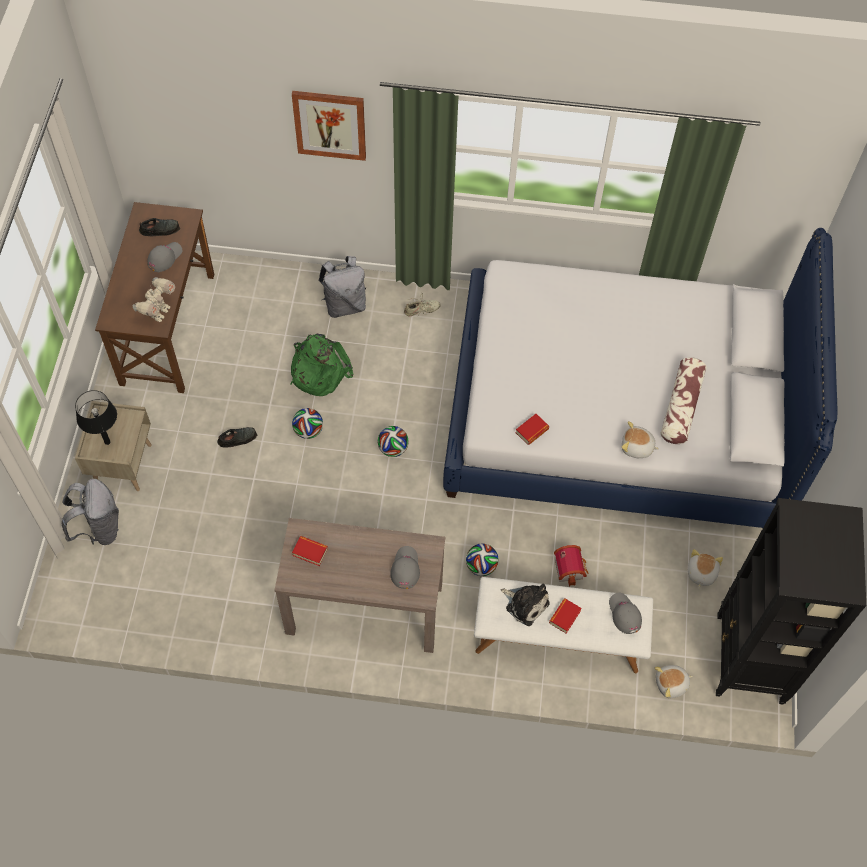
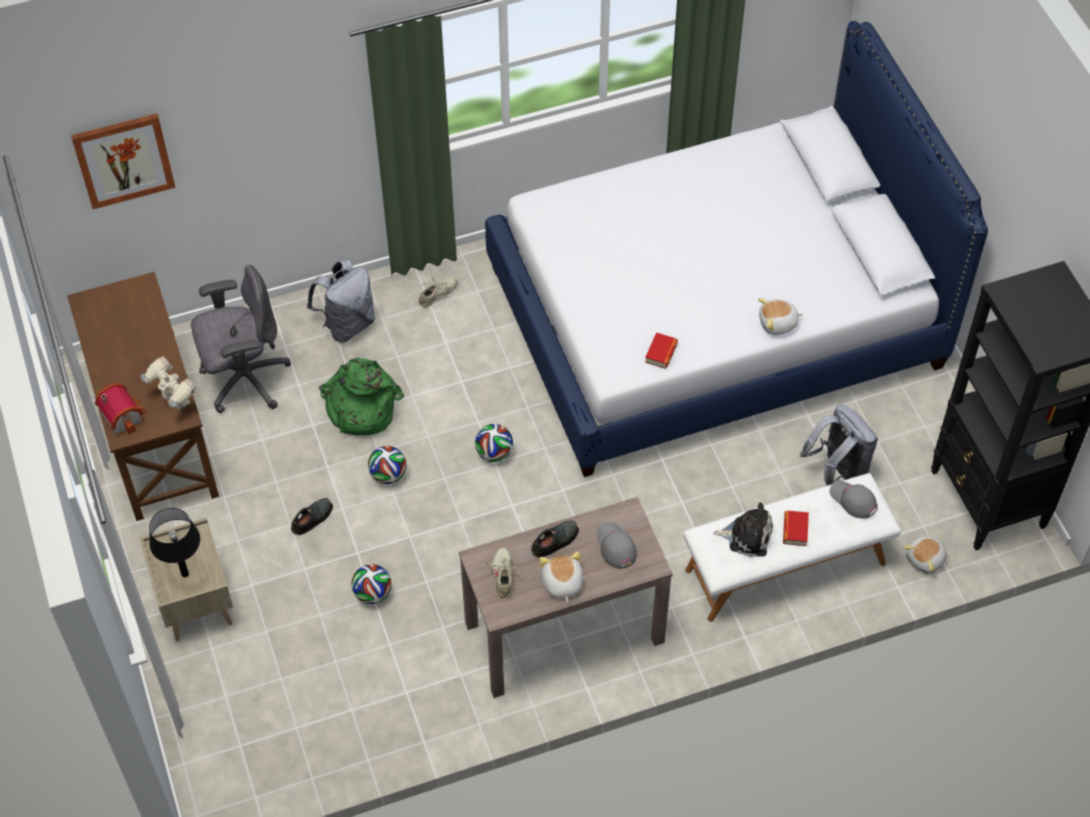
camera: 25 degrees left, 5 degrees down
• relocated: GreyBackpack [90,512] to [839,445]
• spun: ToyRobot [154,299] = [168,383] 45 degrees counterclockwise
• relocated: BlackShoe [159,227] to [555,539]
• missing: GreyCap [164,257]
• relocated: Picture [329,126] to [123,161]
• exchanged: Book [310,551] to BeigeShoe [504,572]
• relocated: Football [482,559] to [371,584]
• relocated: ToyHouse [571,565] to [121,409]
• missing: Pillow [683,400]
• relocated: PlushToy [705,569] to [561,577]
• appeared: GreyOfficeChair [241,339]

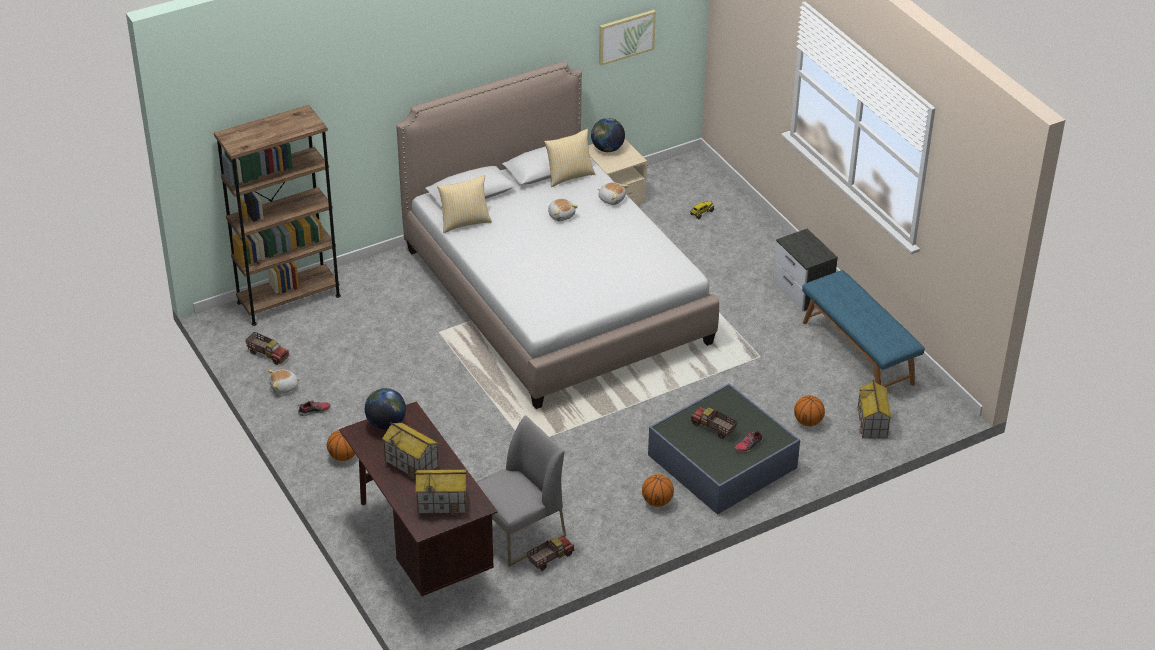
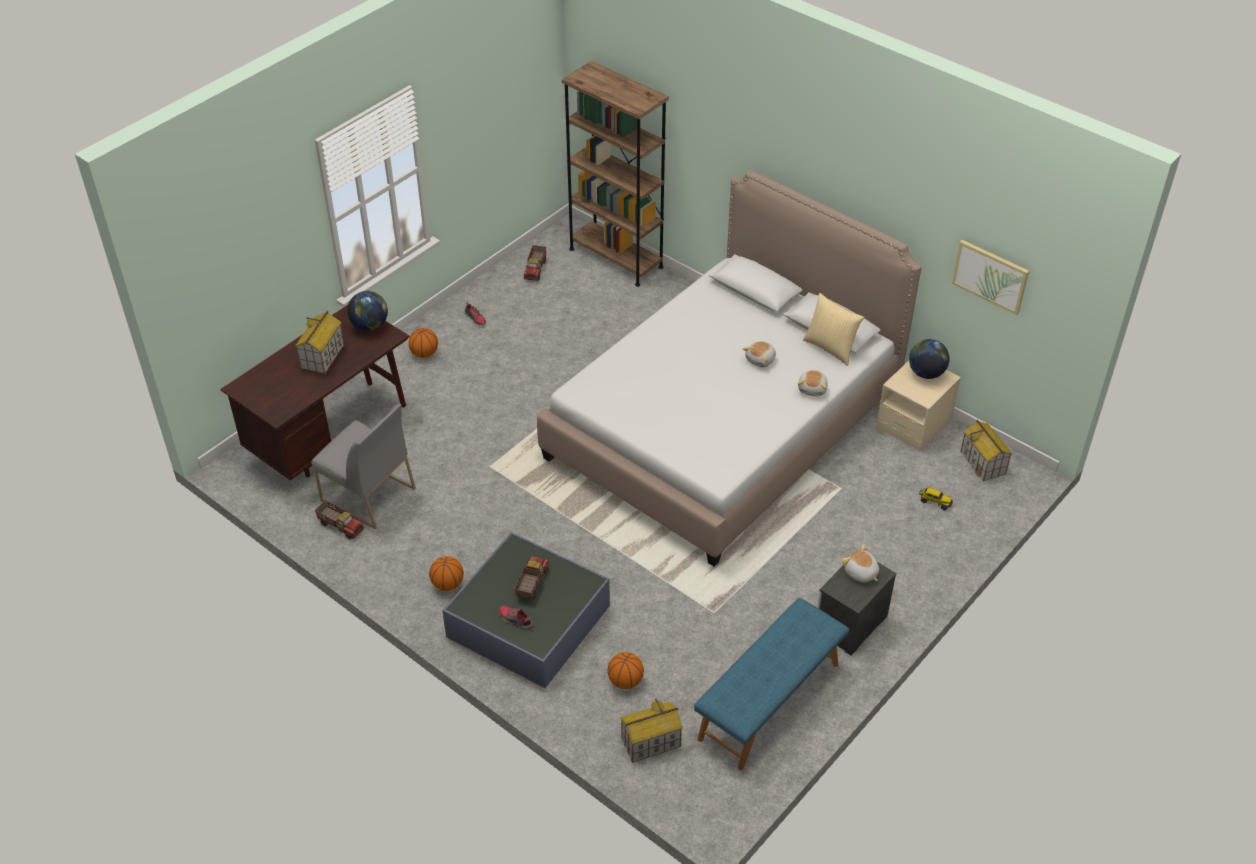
camera: 70 degrees right, 5 degrees up
• relocated: PlushToy [284,382] to [860,564]
• relocated: ToyHouse [441,492] to [986,451]
• missing: Pillow [464,204]

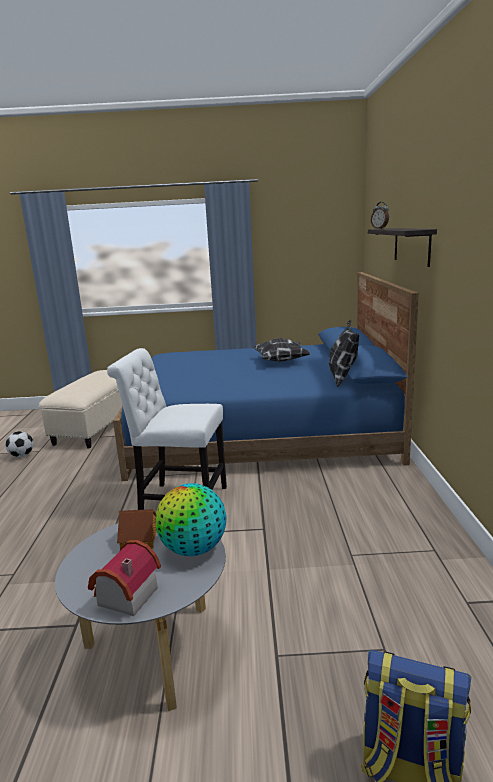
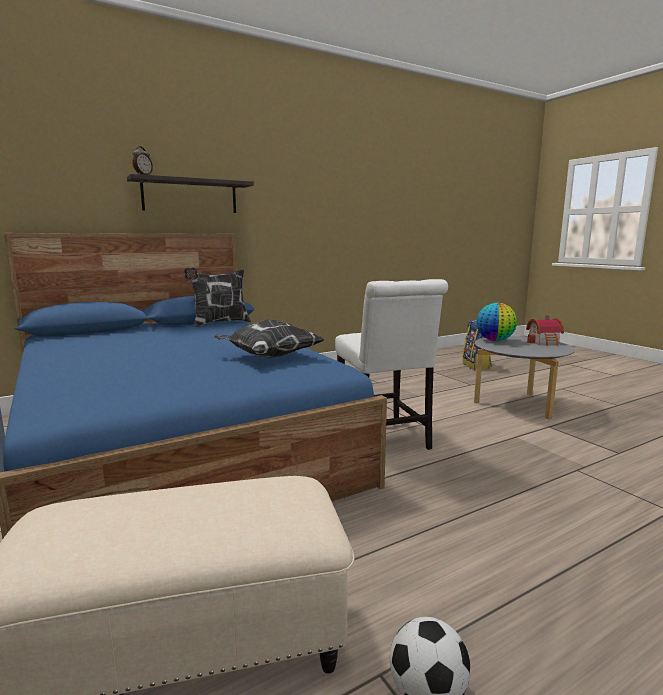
camera: 120 degrees left, 5 degrees down
• missing: ToyHouse [137,529]
• relocated: Pillow [281,350] to [269,338]

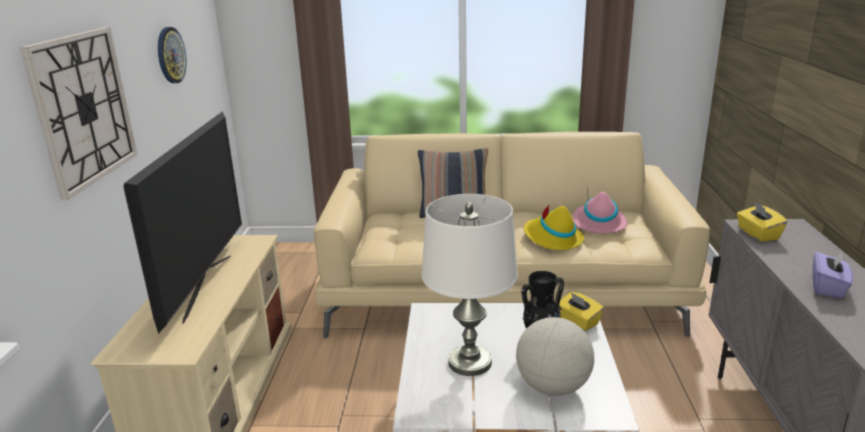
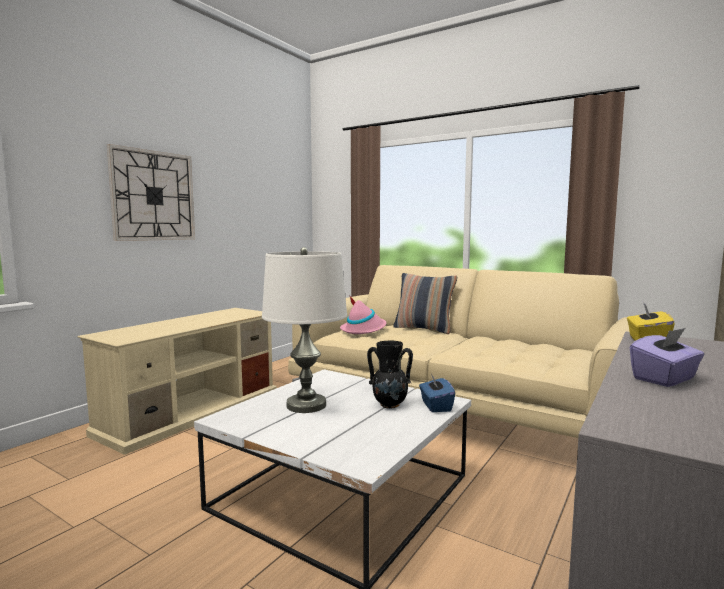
camera: 30 degrees right, 15 degrees down
• missing: Television [182,223]
• missing: WallClock [172,55]
• missing: Globe [555,356]
• missing: YellowHat [554,227]
• colour: YellowTissueBox [582,311] to BlueTissueBox [437,393]
• relocated: PinkHat [600,212] to [363,314]

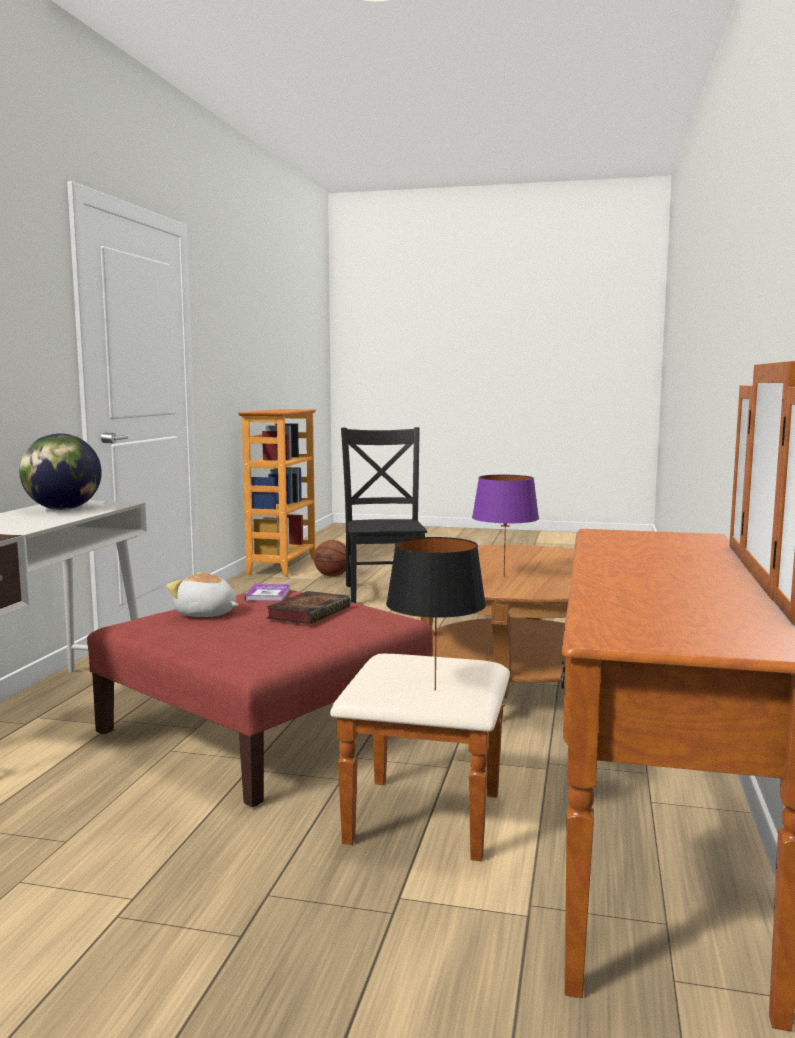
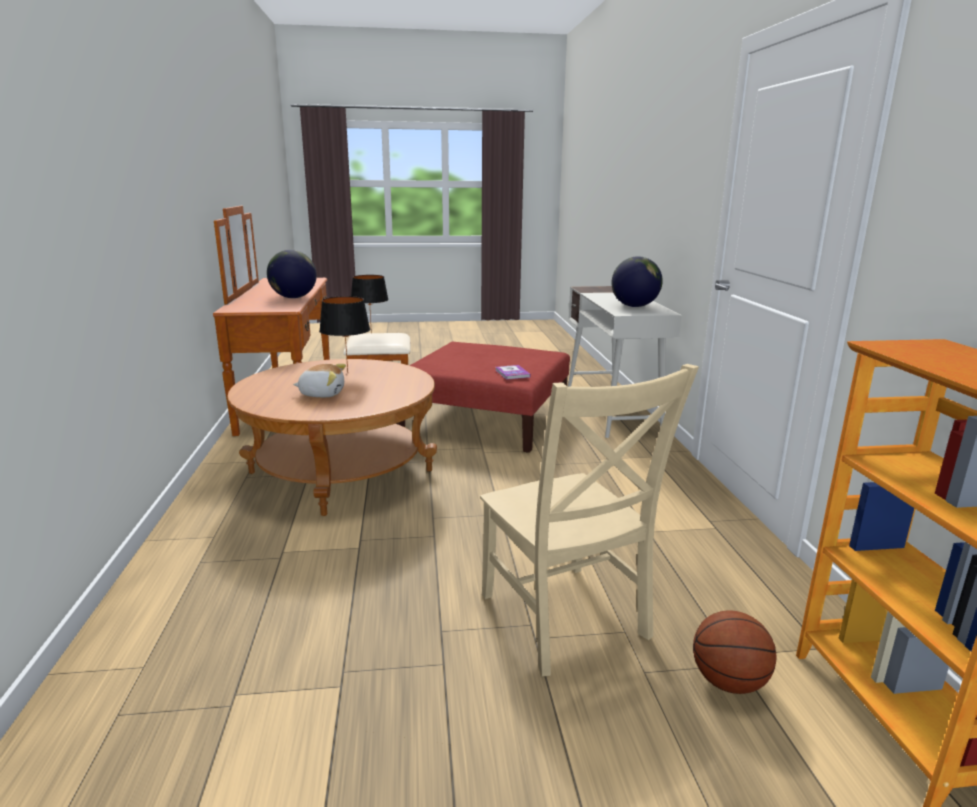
camera: 160 degrees right, 10 degrees up
• relocated: PlushToy [202,594] to [319,381]
• missing: Book [308,607]
• colour: BlackChair [384,515] to BeigeChair [589,520]
• colour: PurpleTableLamp [505,526] to BlackTableLamp [344,334]
• appeared: Globe [292,274]

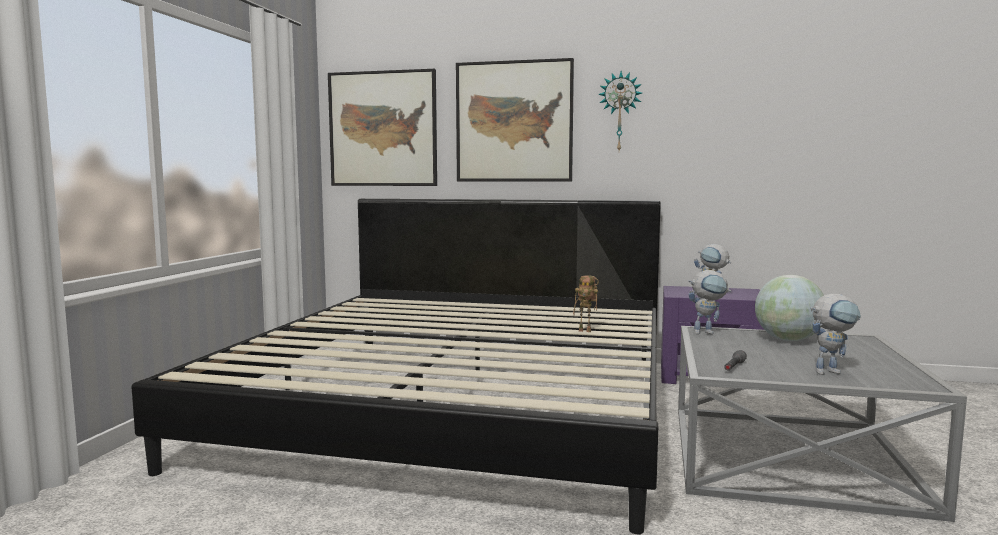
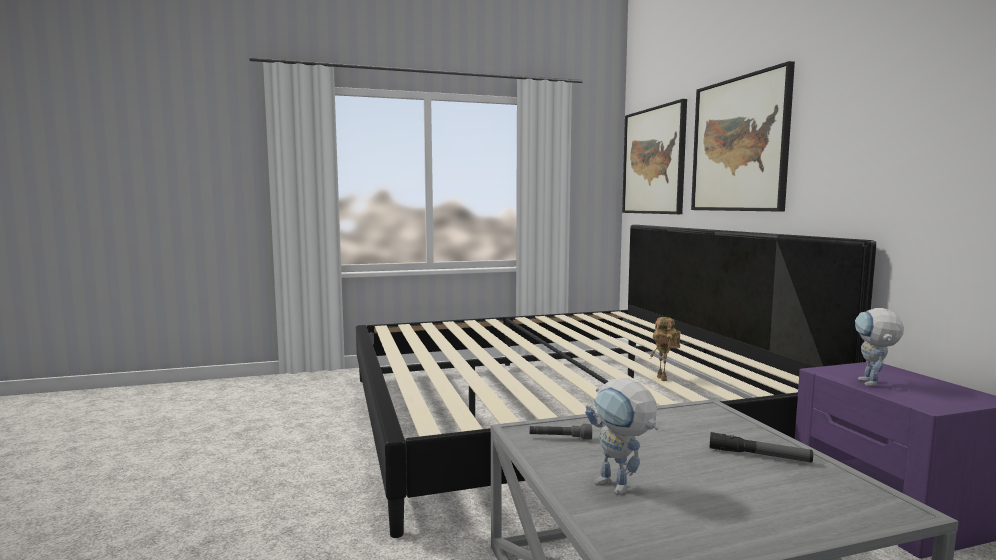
camera: 60 degrees right, 0 degrees up
• missing: WallClock [620,110]
• missing: ToyRobot [709,302]
• exchanged: Globe [789,308] to Flashlight [761,447]

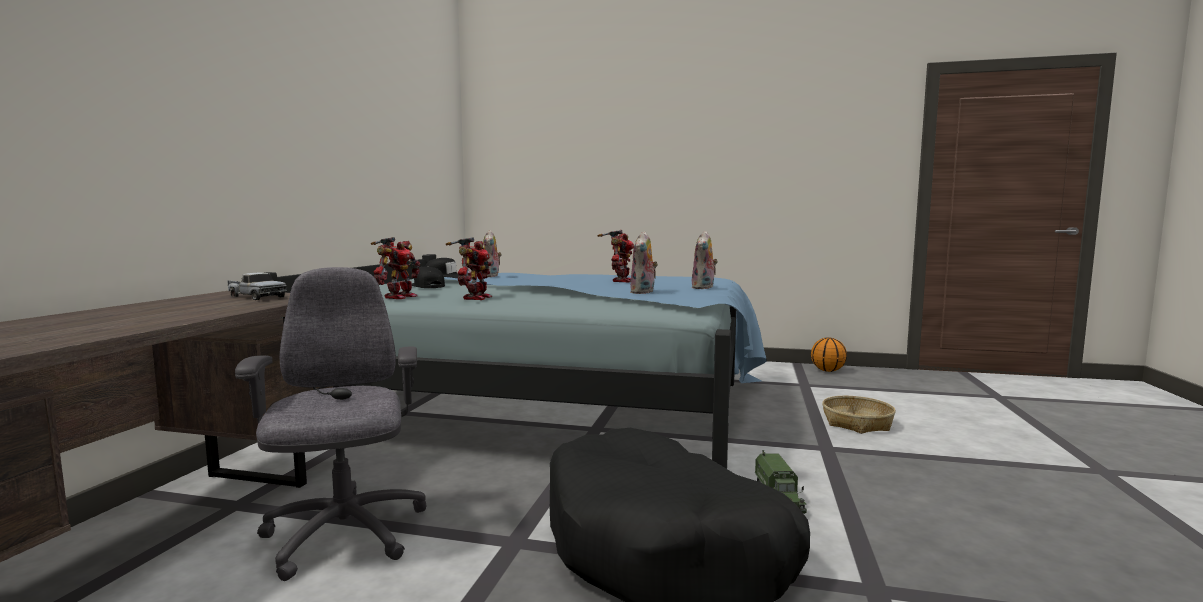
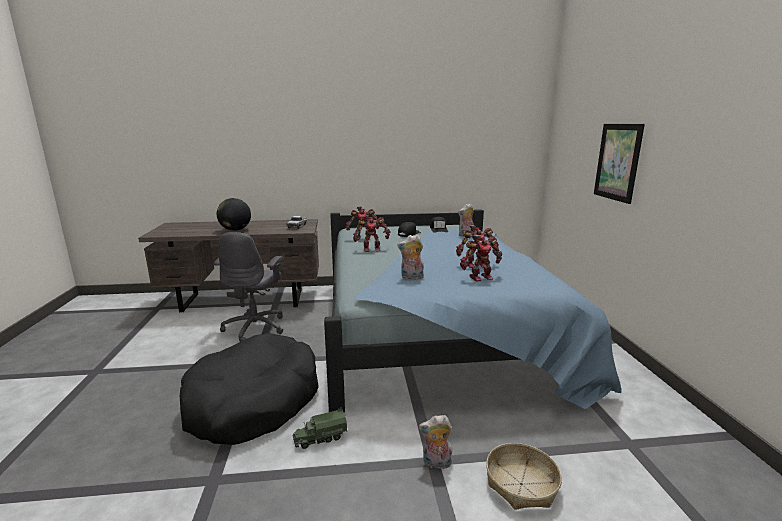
camera: 70 degrees right, 10 degrees up
• spun: GreyOfficeChair [330,424] = [248,287] 135 degrees clockwise
• relocated: PlushToy [705,260] to [435,442]
• missing: Basketball [829,354]
• appeared: Globe [234,214]
• appeared: ToyRobot [481,258]
• appeared: Picture [619,164]

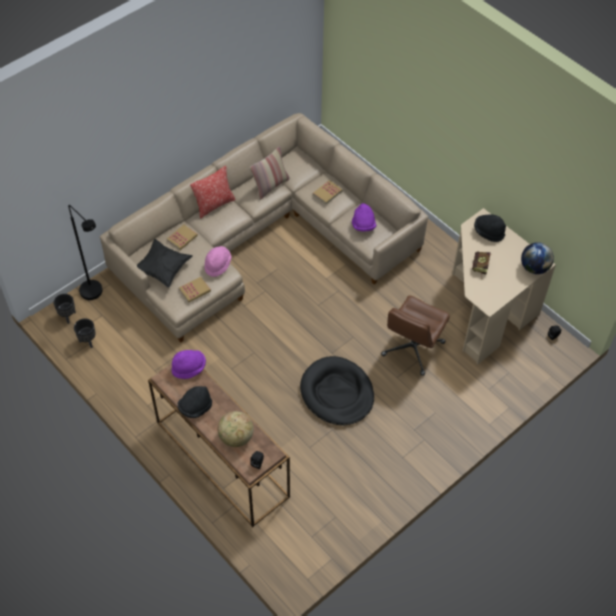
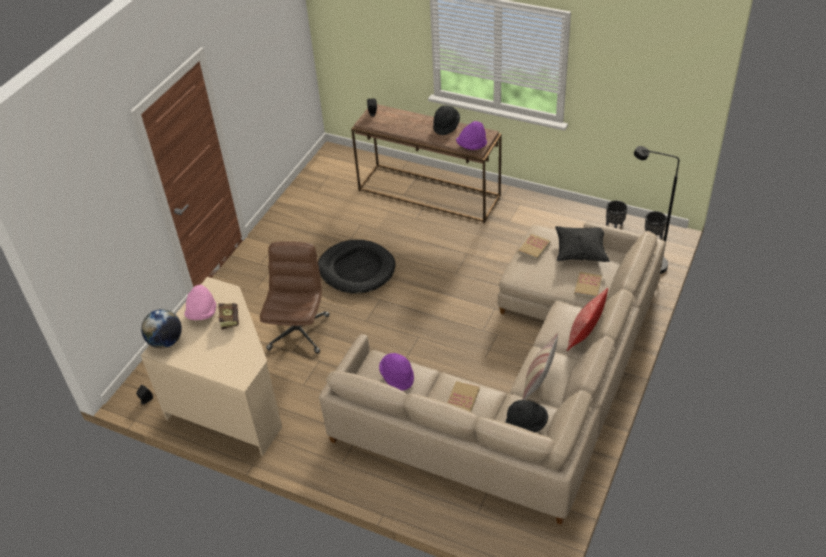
camera: 160 degrees right, 10 degrees down
• relocated: PinkHat [217,261] to [200,302]
• missing: Globe [236,429]
• relocated: BlackHat [490,228] to [526,416]

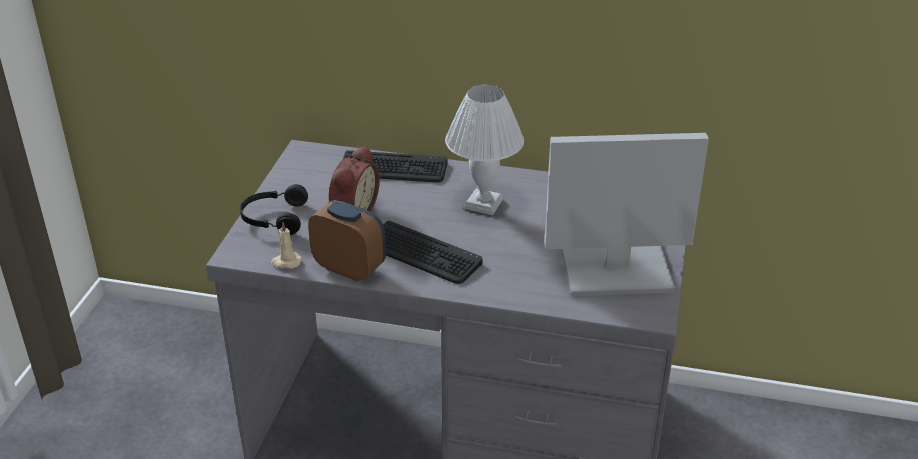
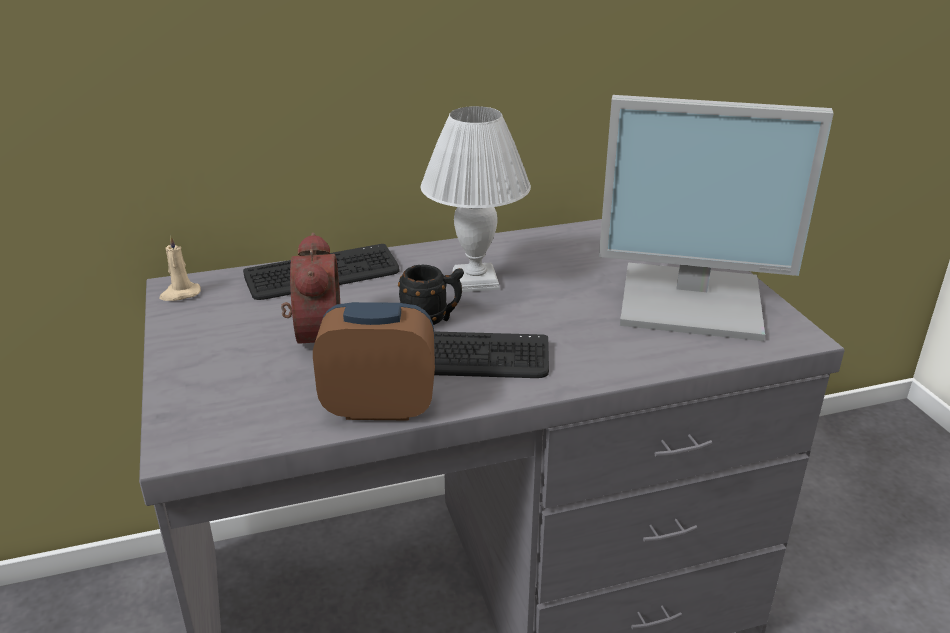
camera: 30 degrees left, 5 degrees down
• missing: BlackHeadphones [274,209]
• relocated: BeigeCandle [286,245] to [180,268]
• spun: Monitor [627,214] = [716,218] 135 degrees counterclockwise
• appeared: BlackMug [431,295]

